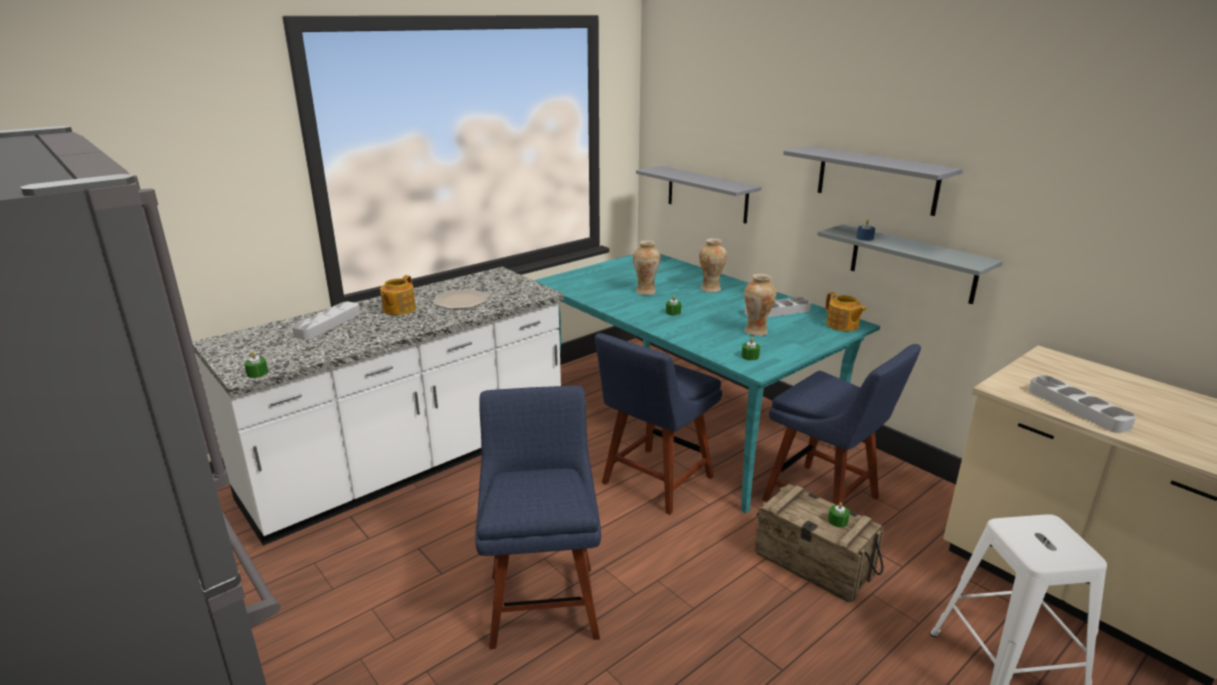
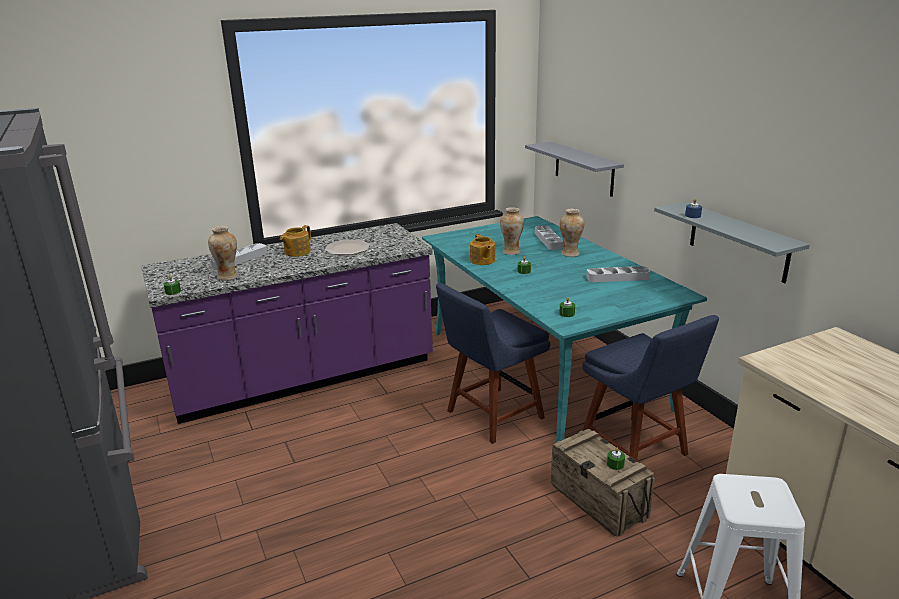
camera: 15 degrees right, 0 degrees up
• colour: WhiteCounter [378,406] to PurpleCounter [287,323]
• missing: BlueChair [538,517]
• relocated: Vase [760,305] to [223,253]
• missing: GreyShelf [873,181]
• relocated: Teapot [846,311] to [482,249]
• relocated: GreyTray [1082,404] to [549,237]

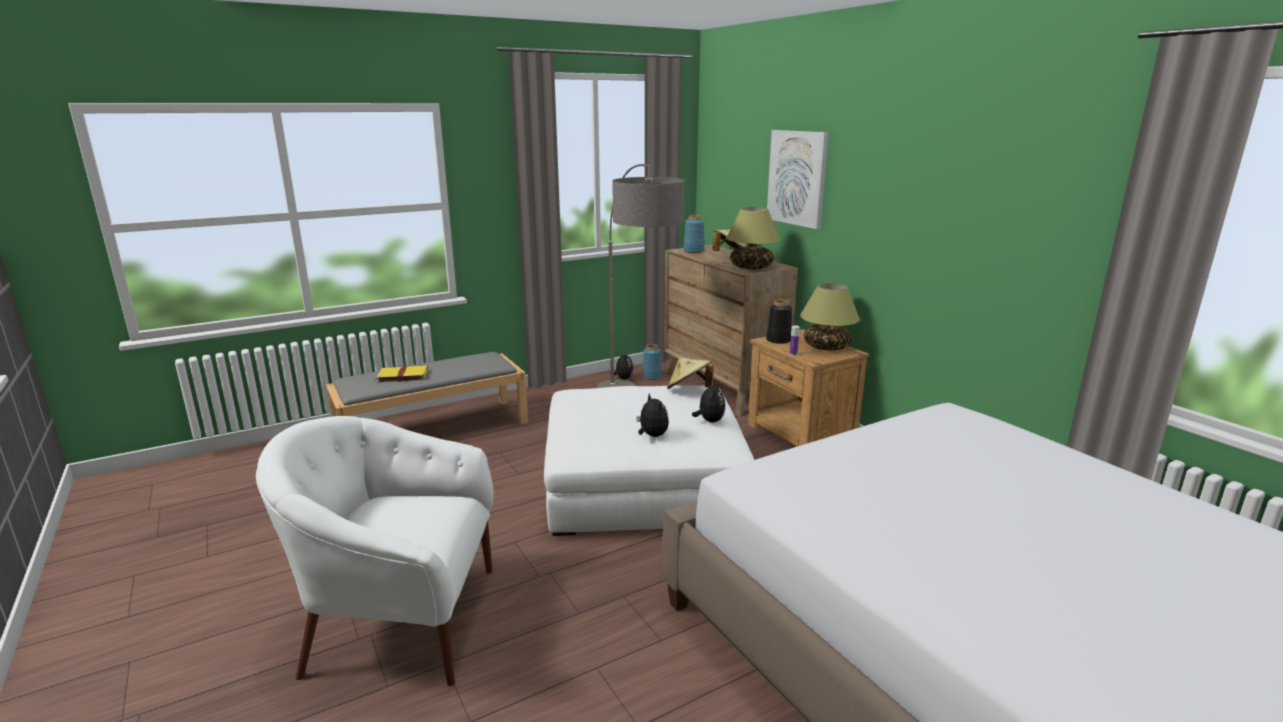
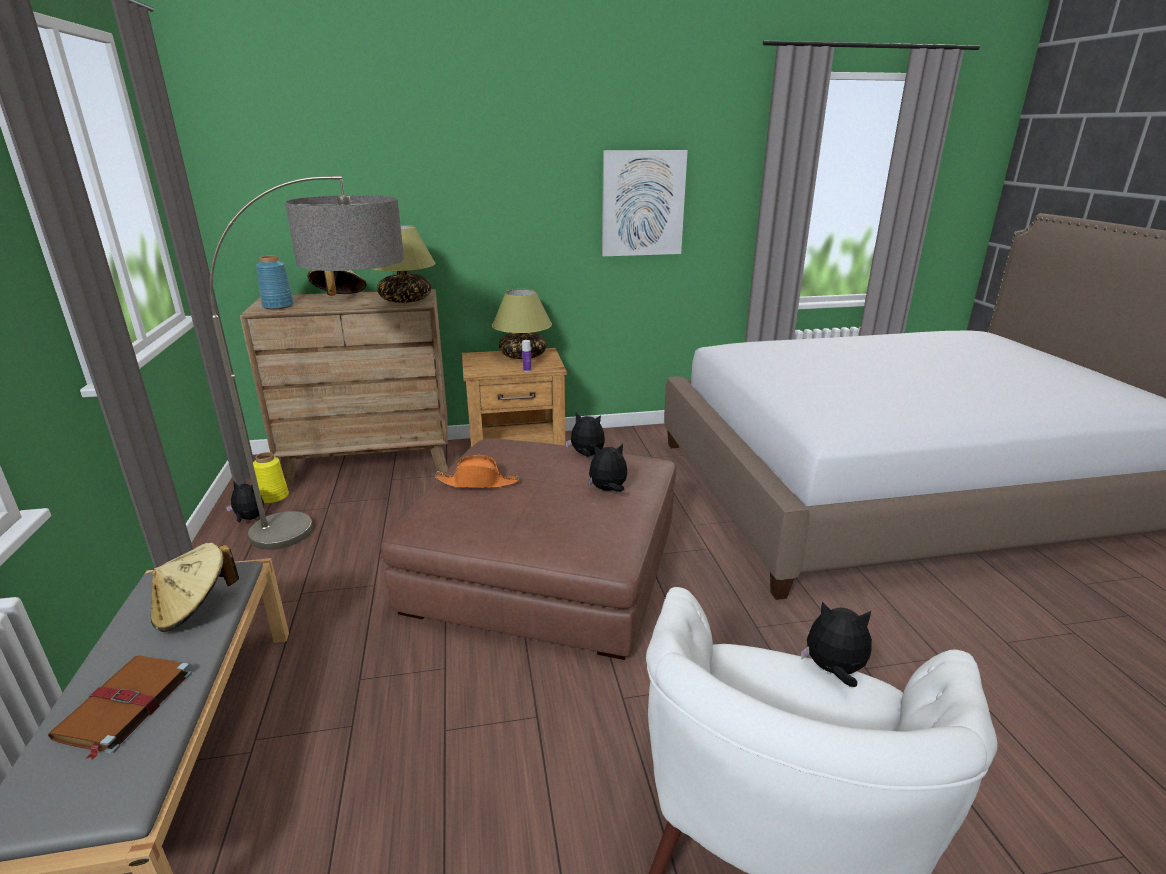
camera: 70 degrees left, 5 degrees up
• colour: YellowBook [401,374] to BrownBook [120,707]
• colour: WhiteOttoman [649,460] to BrownOttoman [528,549]
• colour: BlueVase [652,362] to YellowVase [271,477]
• relocated: BeigeHat [690,373] to [195,587]
• missing: BlackVase [779,322]
• relocated: Picture [798,179] to [645,203]
• appeared: OrangeHat [476,471]
• appeared: PlushToy [836,644]

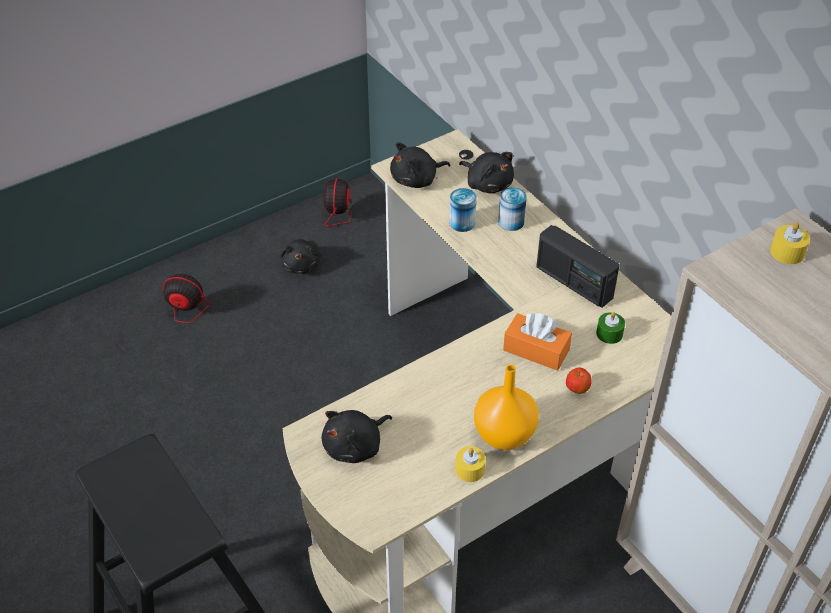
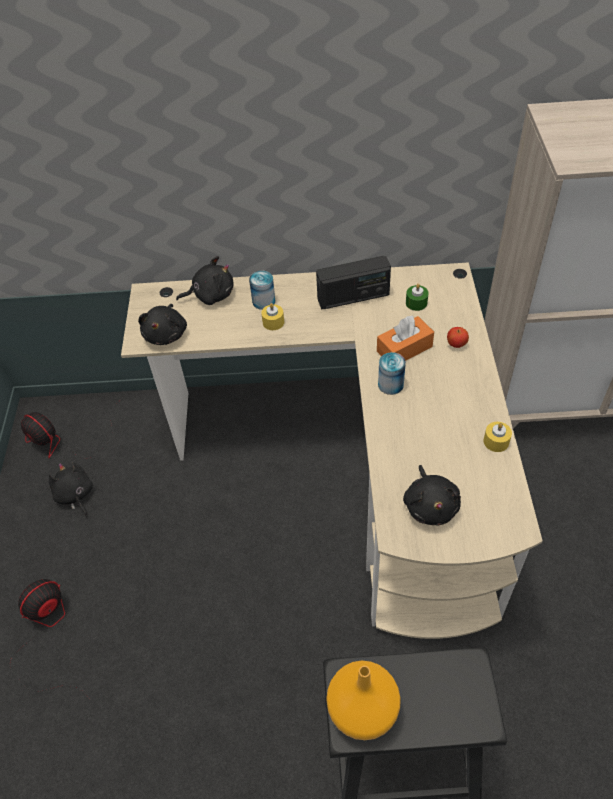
camera: 55 degrees left, 5 degrees up
• spun: BlackPlushToy [300,256] = [71,489] 150 degrees counterclockwise
• relocated: Can [463,210] to [392,373]
• relocated: OrangeVase [506,407] to [363,700]
• relocated: YellowCandle [790,243] to [272,316]

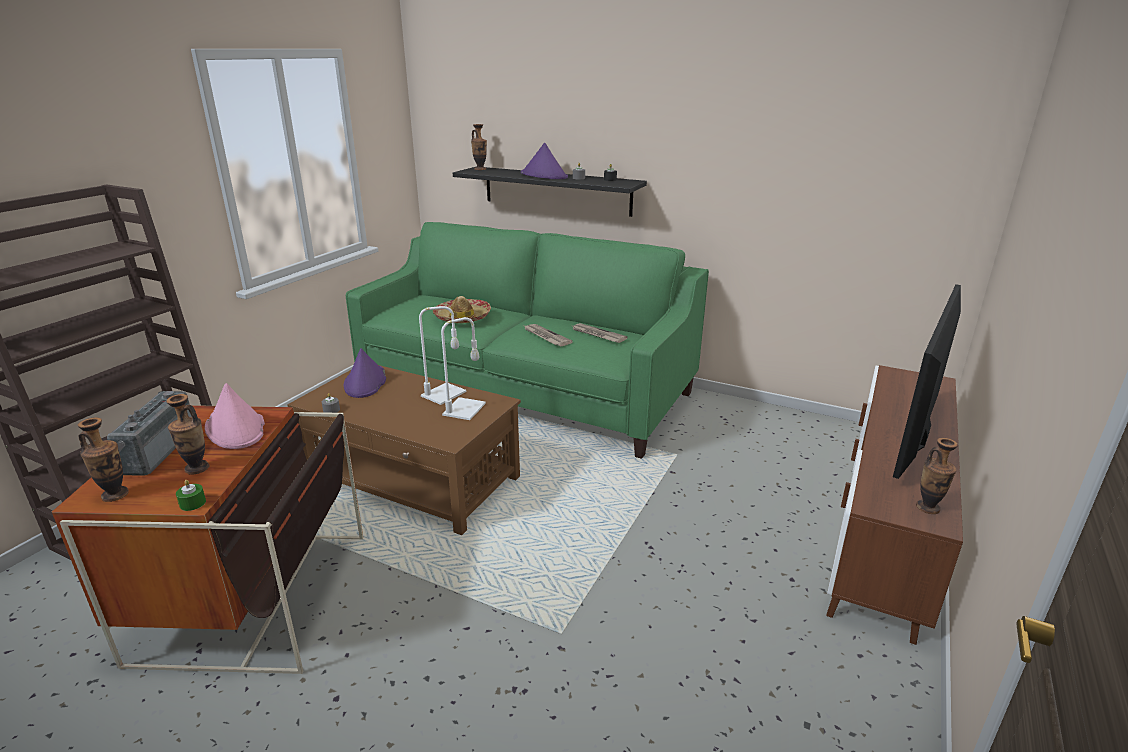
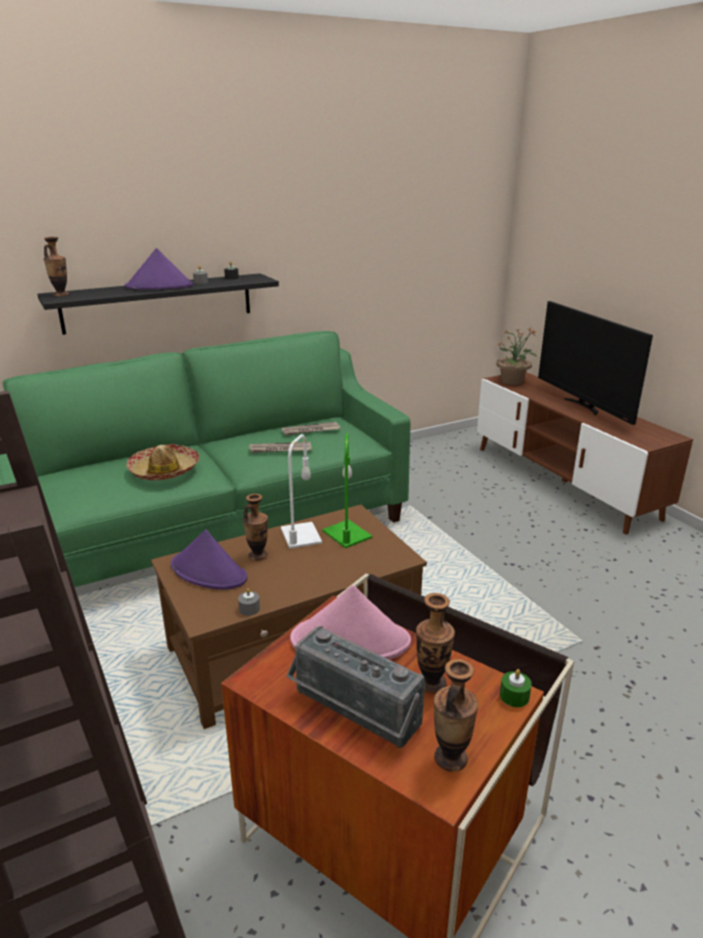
camera: 55 degrees left, 0 degrees up
• colour: WhiteTableLamp [463,368] to GreenTableLamp [347,490]
• relocated: Vase [937,476] to [255,527]
• appeared: PottedPlant [516,356]

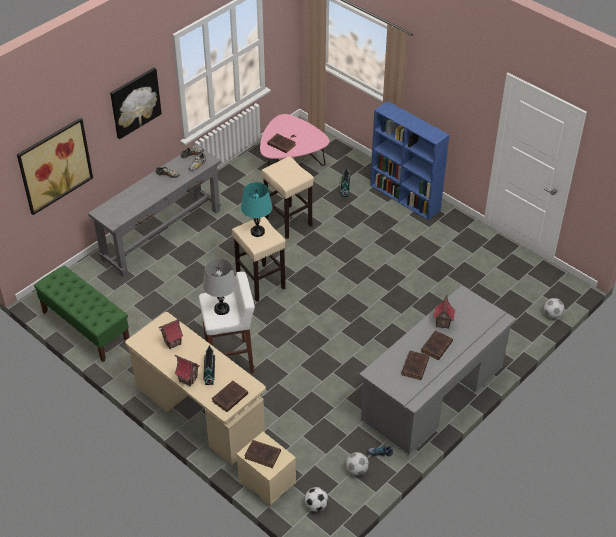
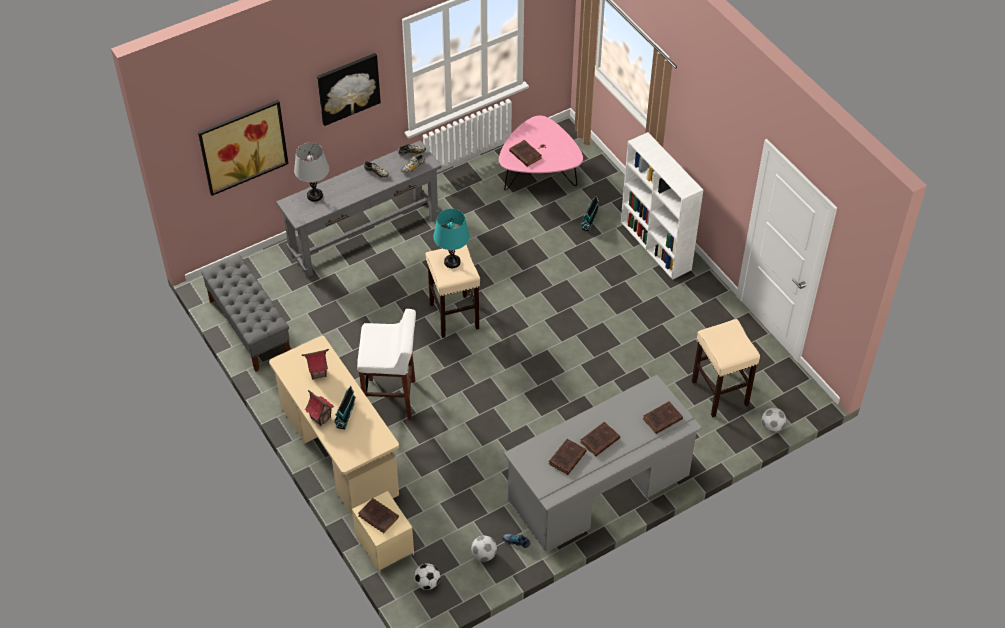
camera: 15 degrees right, 5 degrees up
• colour: GreenBench [82,313] to GreyBench [245,313]
• relocated: GreyTableLamp [220,286] to [311,172]
• relocated: BrownBook [230,396] to [663,417]
• relocated: BeigeStool [288,197] to [726,368]
• colour: BlueBookcase [409,160] to WhiteBookcase [662,206]
• missing: ToyHouse [444,311]

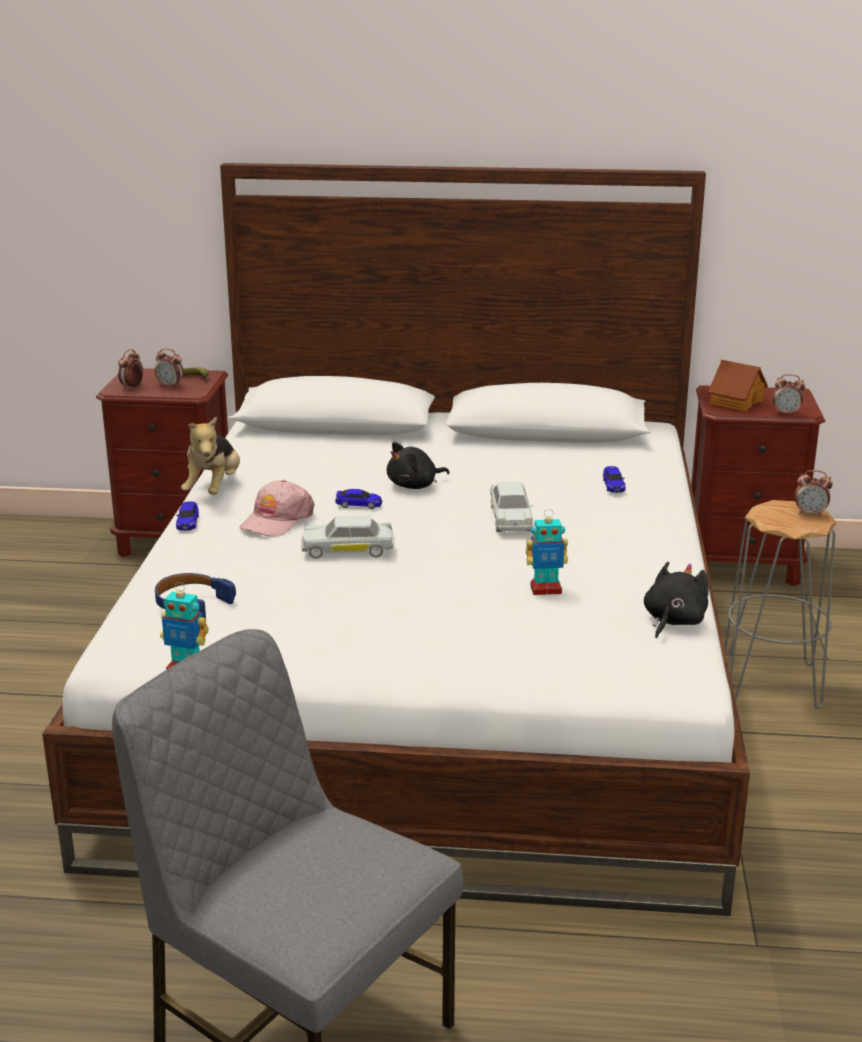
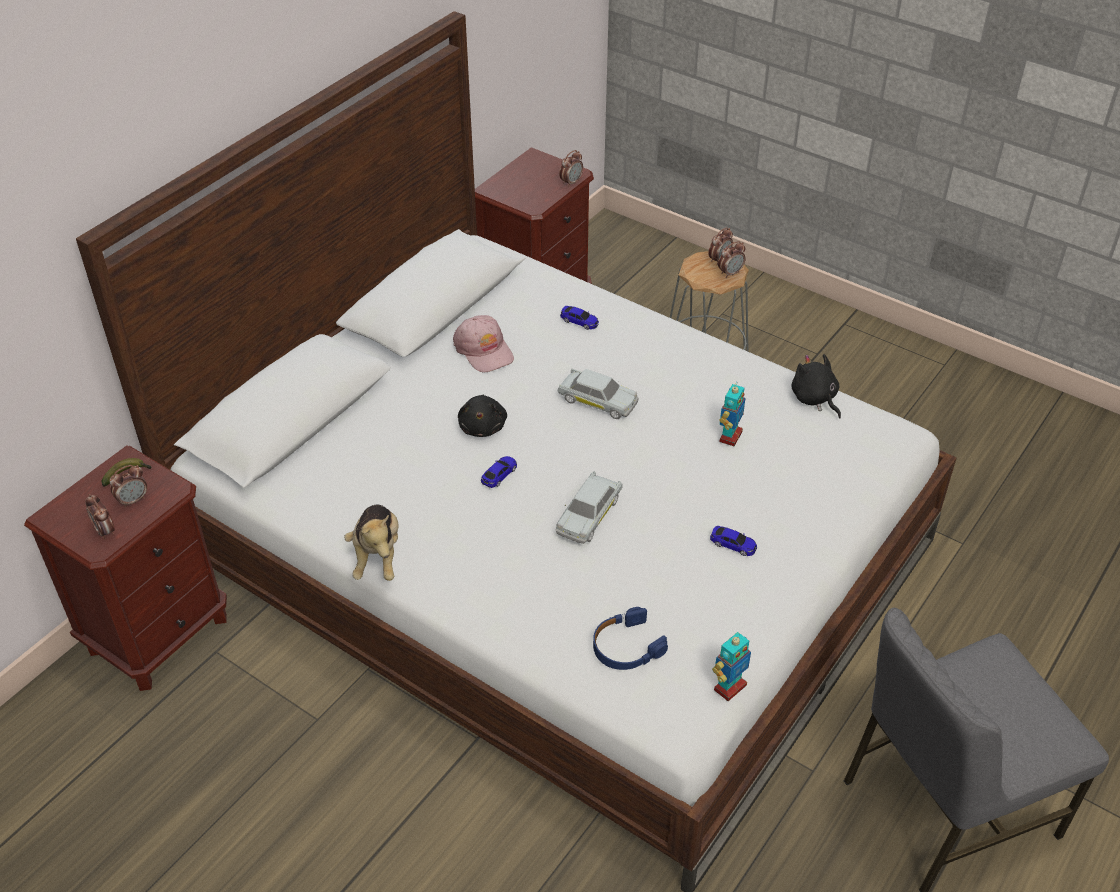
camera: 60 degrees left, 20 degrees up
• relocated: ToyCar [187,516] to [733,541]
• spun: PlushToy [210,455] = [371,543] 45 degrees clockwise
• relocated: PinkCap [276,508] to [483,344]
• missing: ToyHouse [738,385]
• appeared: AlarmClock [732,259]

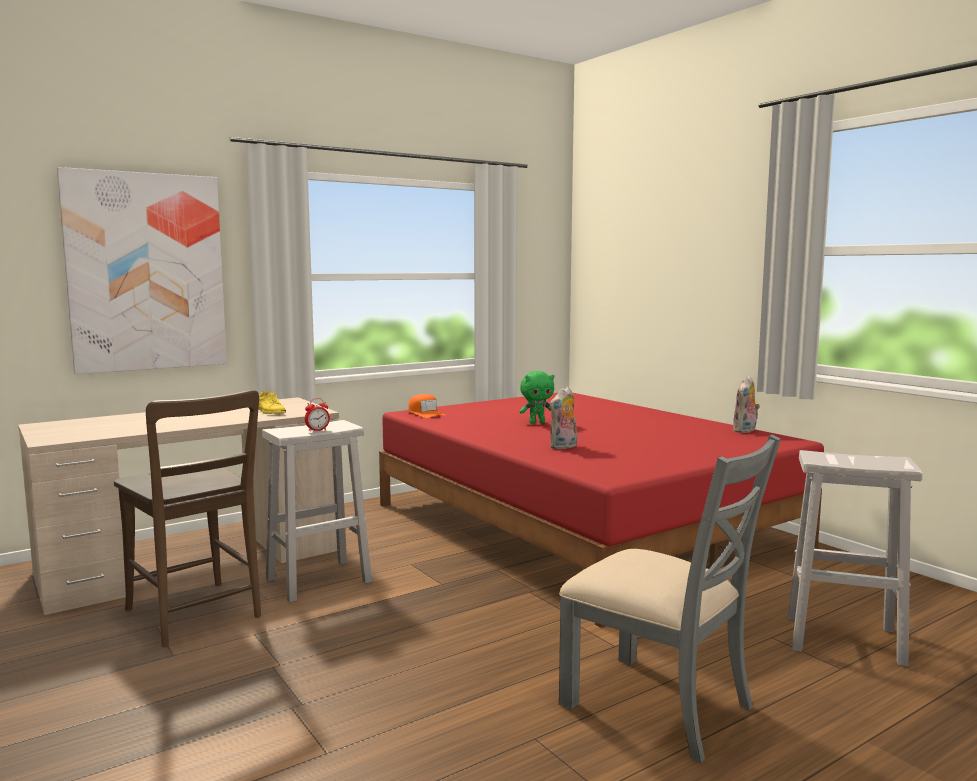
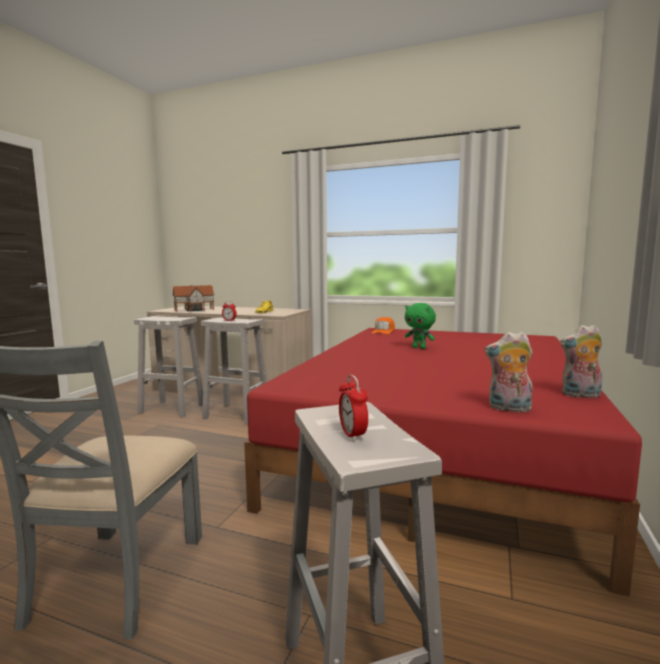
camera: 55 degrees right, 0 degrees up
• missing: Picture [142,270]
• exchanged: BrownChair [187,518] to WhiteStool [168,367]
• relocated: PlushToy [563,418] to [508,372]
• appeared: ToyHouse [193,298]
• appeared: AlarmClock [353,408]

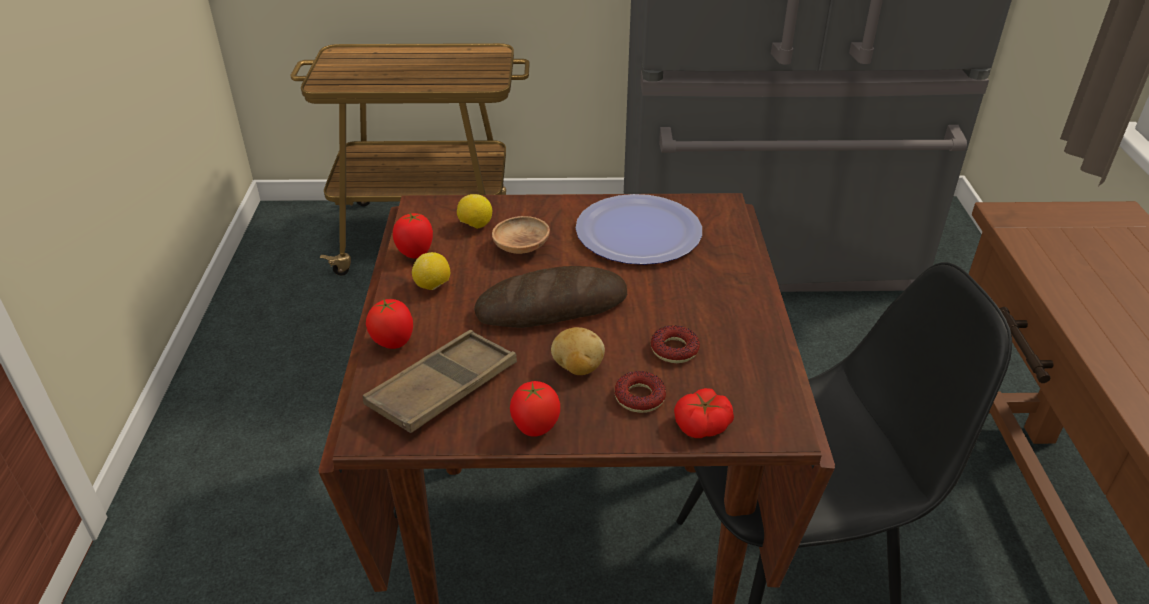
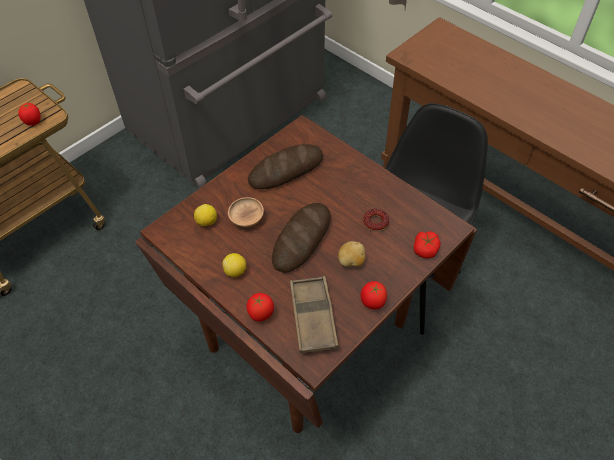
camera: 45 degrees left, 15 degrees up
• relocated: Tomato [413,235] to [29,114]
• exchanged: Plate [639,229] to Bread [286,166]
• missing: Donut [640,392]

